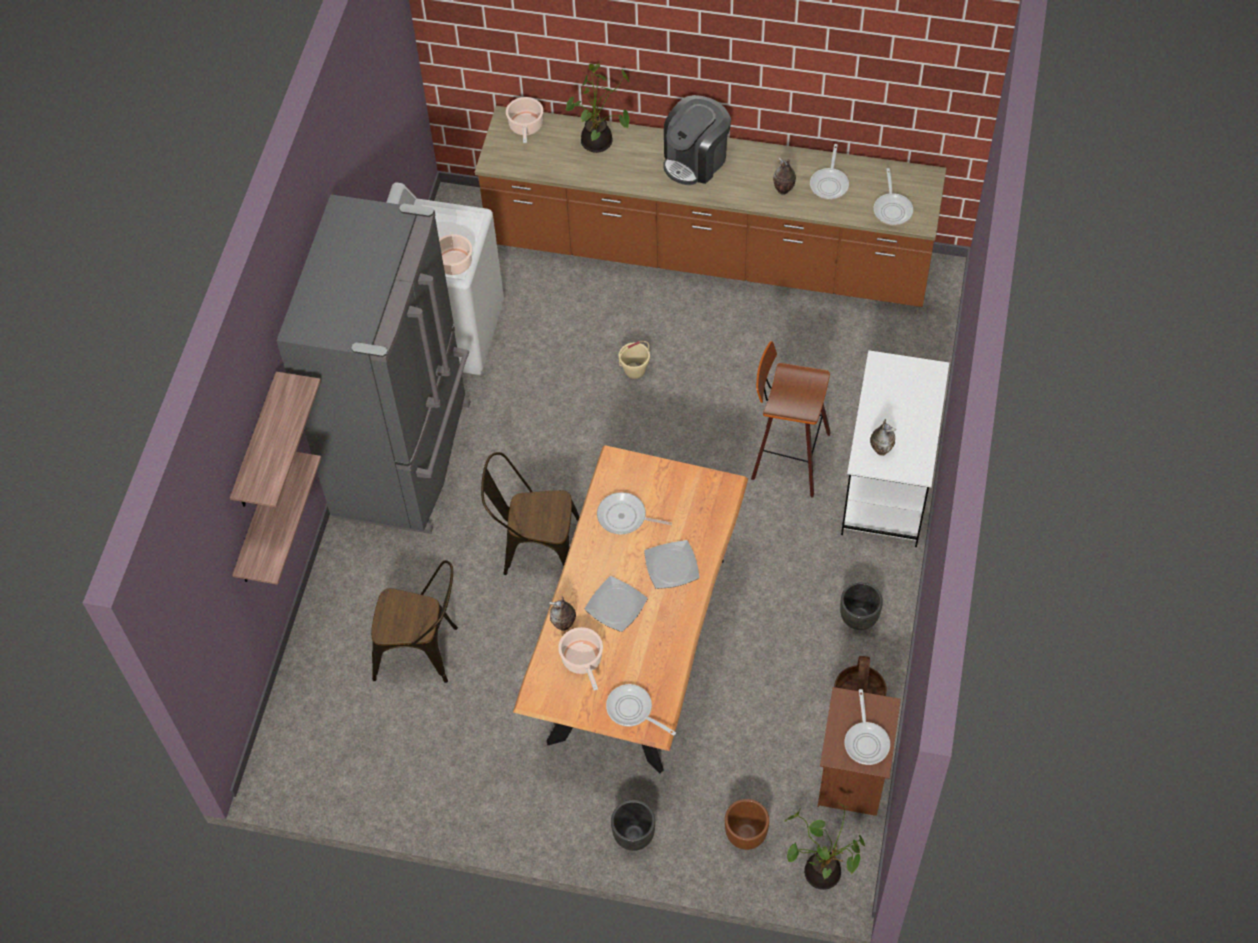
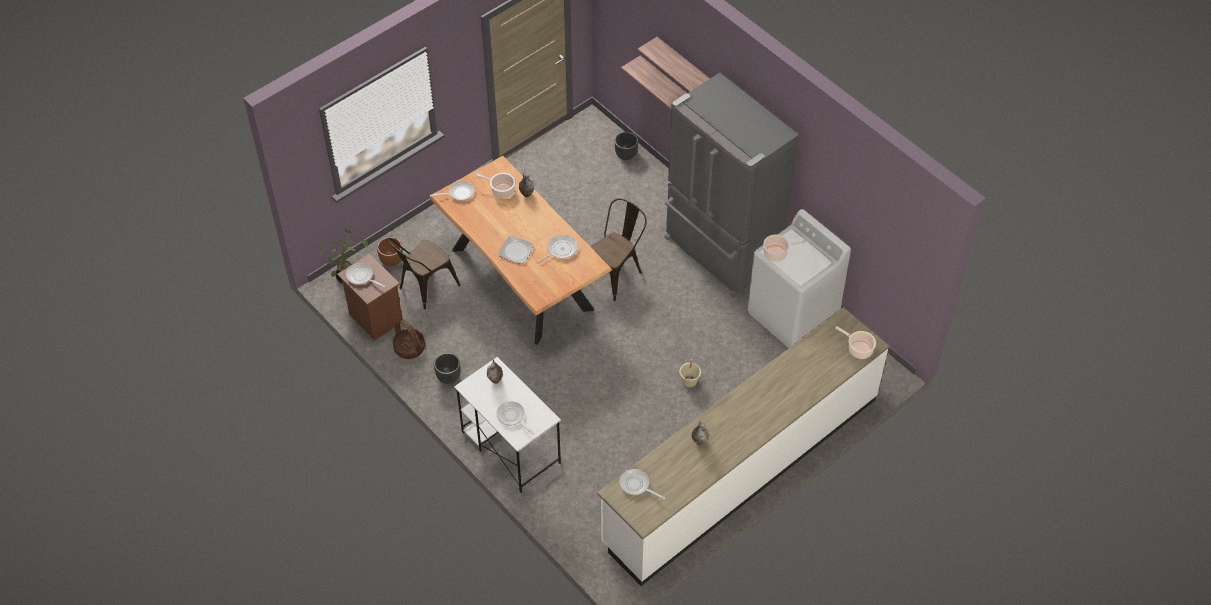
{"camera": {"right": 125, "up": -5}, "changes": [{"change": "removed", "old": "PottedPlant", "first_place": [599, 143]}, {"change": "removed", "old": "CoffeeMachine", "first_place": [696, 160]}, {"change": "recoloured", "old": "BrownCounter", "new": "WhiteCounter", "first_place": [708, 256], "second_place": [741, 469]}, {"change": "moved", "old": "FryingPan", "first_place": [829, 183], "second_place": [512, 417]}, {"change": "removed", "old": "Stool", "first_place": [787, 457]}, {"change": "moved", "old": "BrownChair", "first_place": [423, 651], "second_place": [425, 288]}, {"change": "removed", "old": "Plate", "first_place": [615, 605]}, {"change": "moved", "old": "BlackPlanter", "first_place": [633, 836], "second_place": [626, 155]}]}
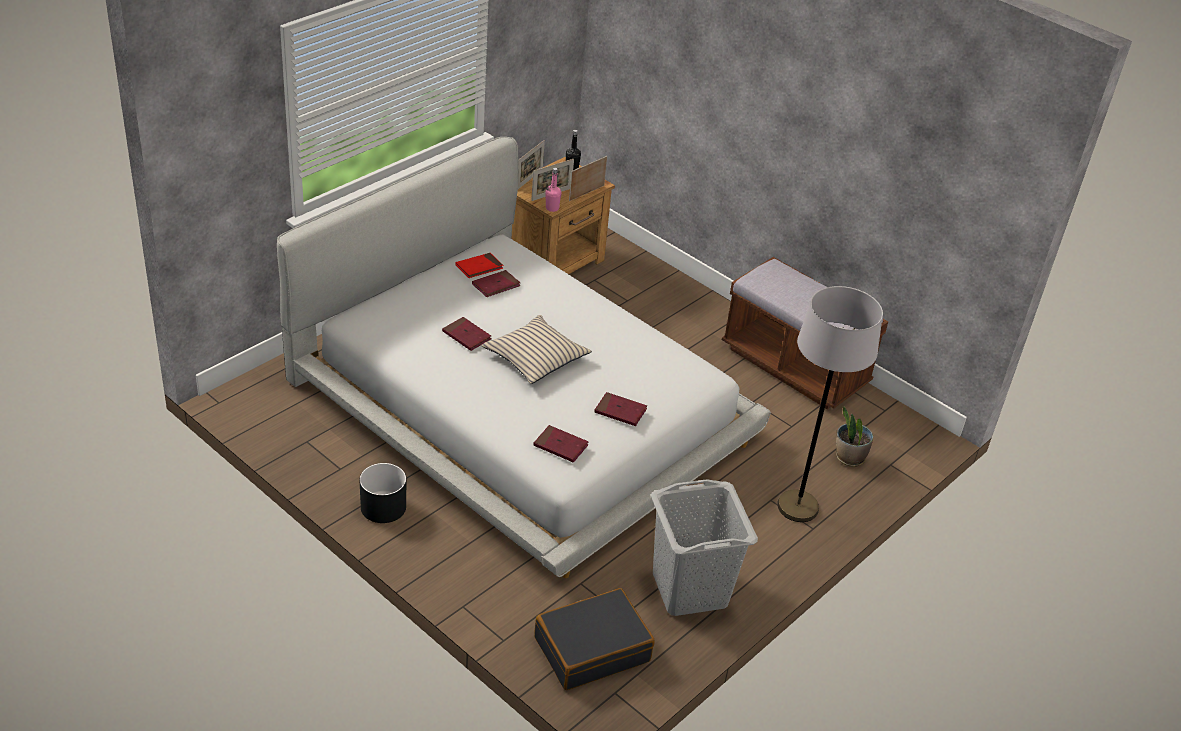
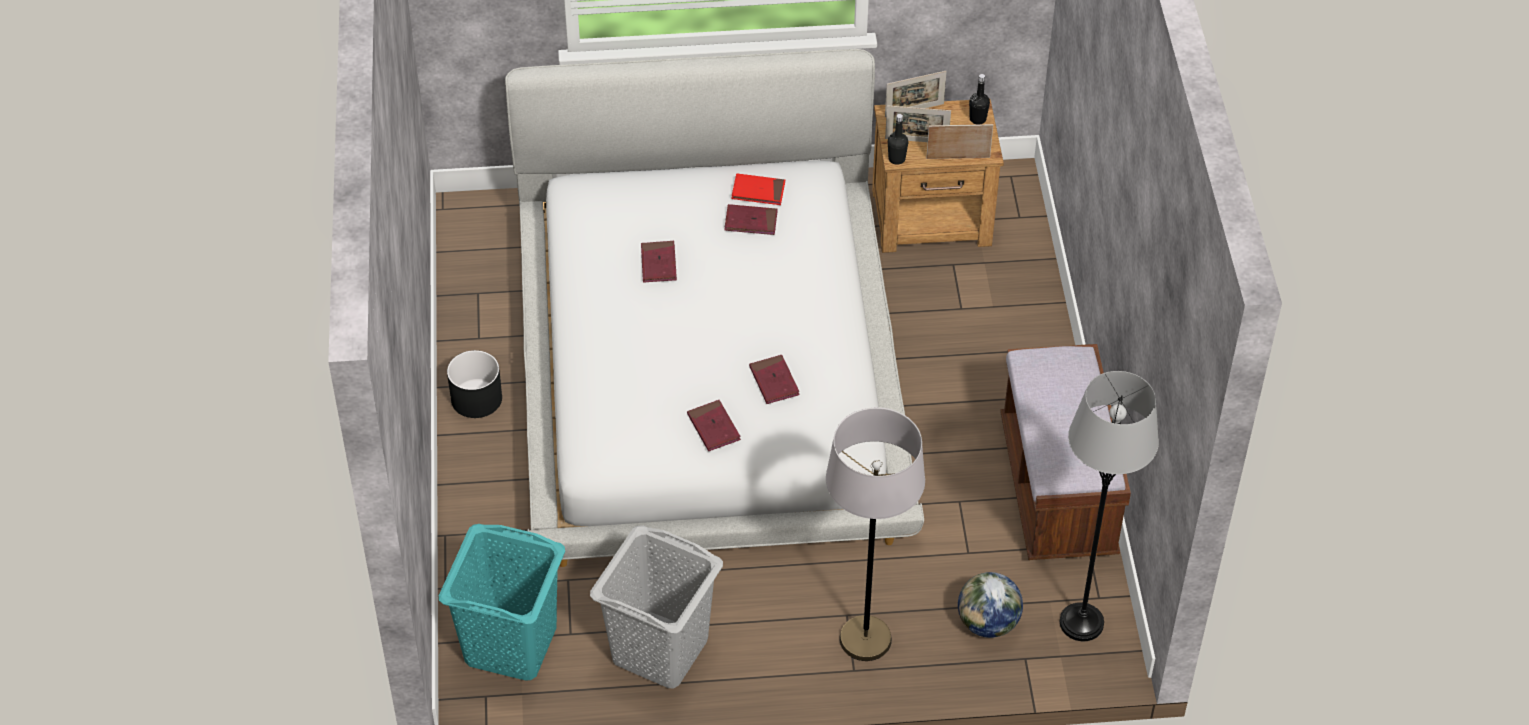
{"camera": {"right": 45, "up": 10}, "changes": [{"change": "recoloured", "old": "PinkBottle", "new": "BlackBottle", "first_place": [552, 208], "second_place": [896, 159]}, {"change": "removed", "old": "BeigePillow", "first_place": [535, 357]}, {"change": "replaced", "old": "PottedPlant", "new": "Globe", "first_place": [849, 458], "second_place": [988, 624]}, {"change": "moved", "old": "RedBook", "first_place": [560, 446], "second_place": [774, 381]}, {"change": "replaced", "old": "BlackSuitcase", "new": "TurquoiseLaundryBasket", "first_place": [592, 649], "second_place": [510, 645]}, {"change": "added", "new": "GreyFloorLamp", "second_place": [1081, 623]}]}
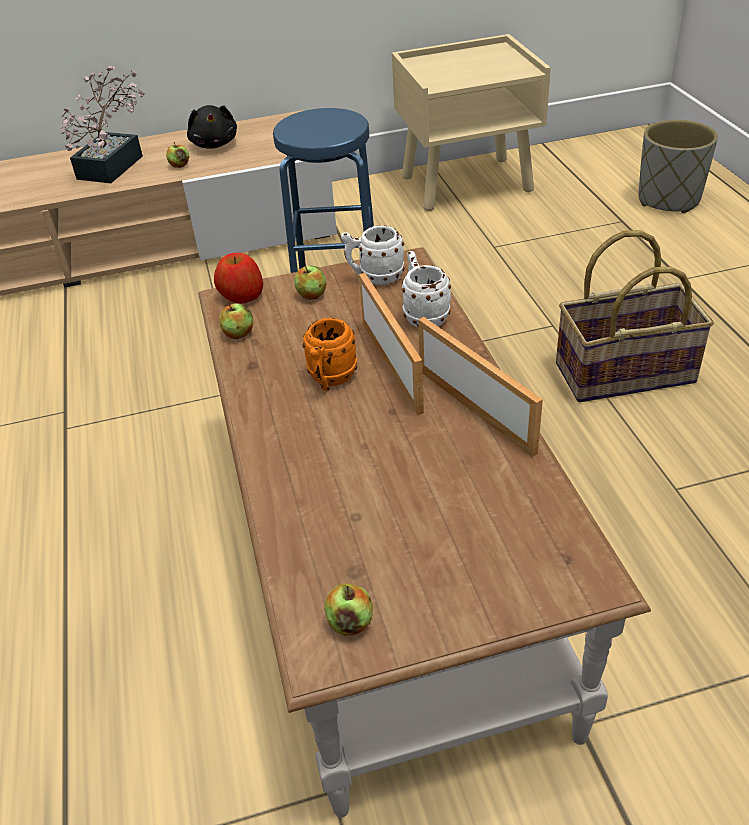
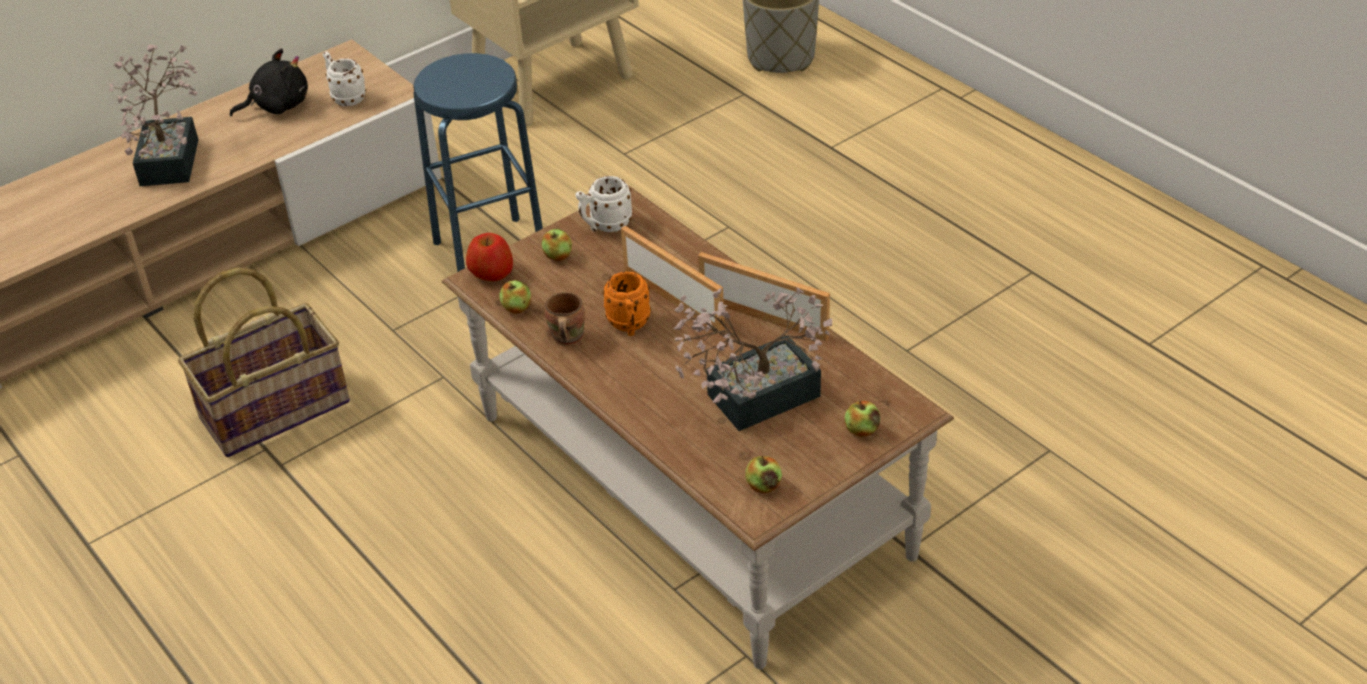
{"camera": {"right": -25, "up": 0}, "changes": [{"change": "turned", "old": "BlackPlushToy", "first_place": [215, 144], "second_place": [277, 106], "degrees": -75}, {"change": "moved", "old": "Apple", "first_place": [179, 165], "second_place": [862, 430]}, {"change": "moved", "old": "Basket", "first_place": [624, 371], "second_place": [274, 408]}, {"change": "moved", "old": "WhiteMug", "first_place": [423, 315], "second_place": [345, 97]}, {"change": "added", "new": "PottedPlant", "second_place": [751, 399]}, {"change": "added", "new": "BrownMug", "second_place": [565, 338]}]}
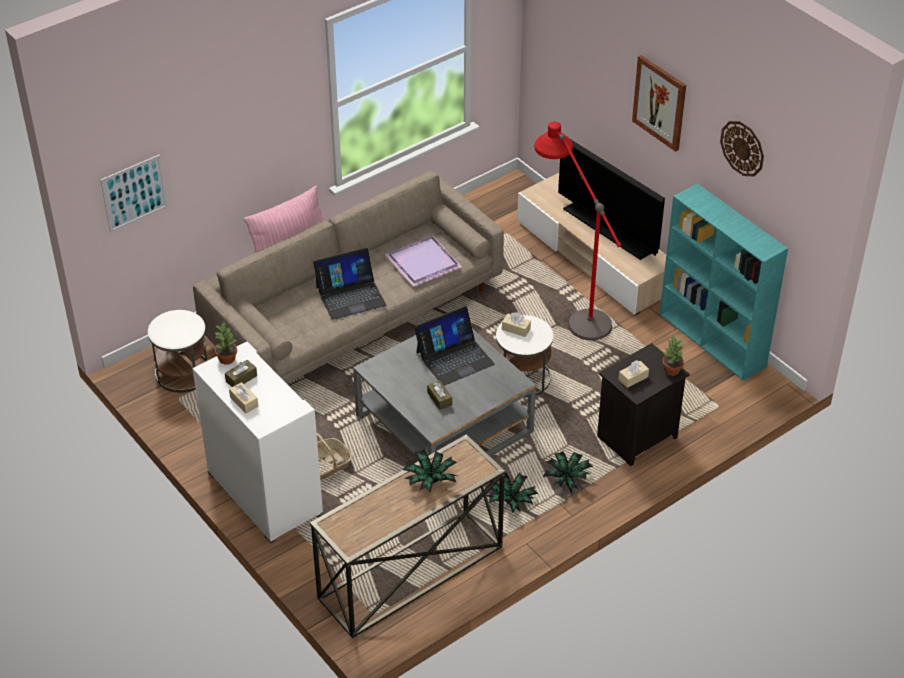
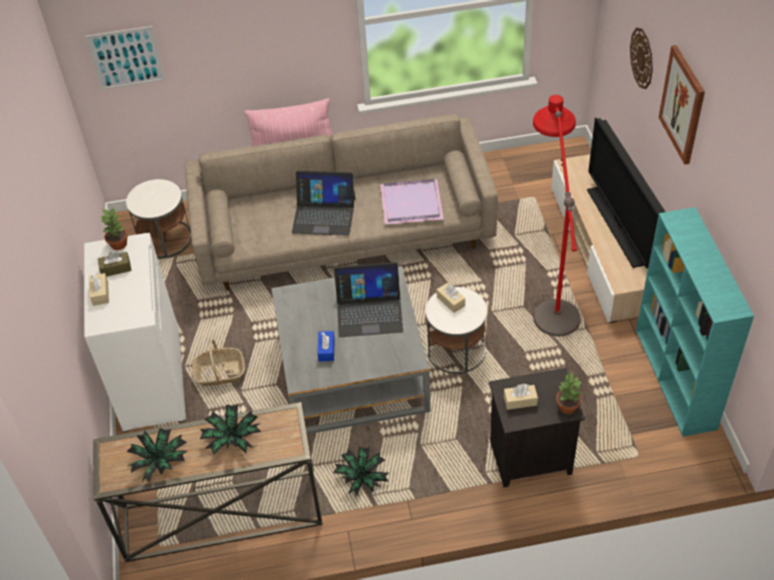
{"camera": {"right": 30, "up": 5}, "changes": [{"change": "moved", "old": "WallClock", "first_place": [742, 148], "second_place": [642, 58]}, {"change": "recoloured", "old": "BrownTissueBox", "new": "BlueTissueBox", "first_place": [439, 399], "second_place": [326, 350]}, {"change": "moved", "old": "PottedPlant", "first_place": [567, 478], "second_place": [160, 463]}]}
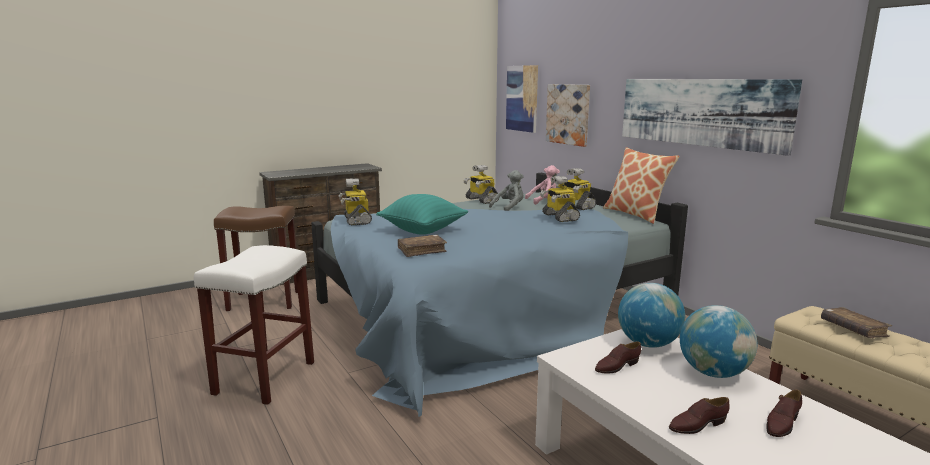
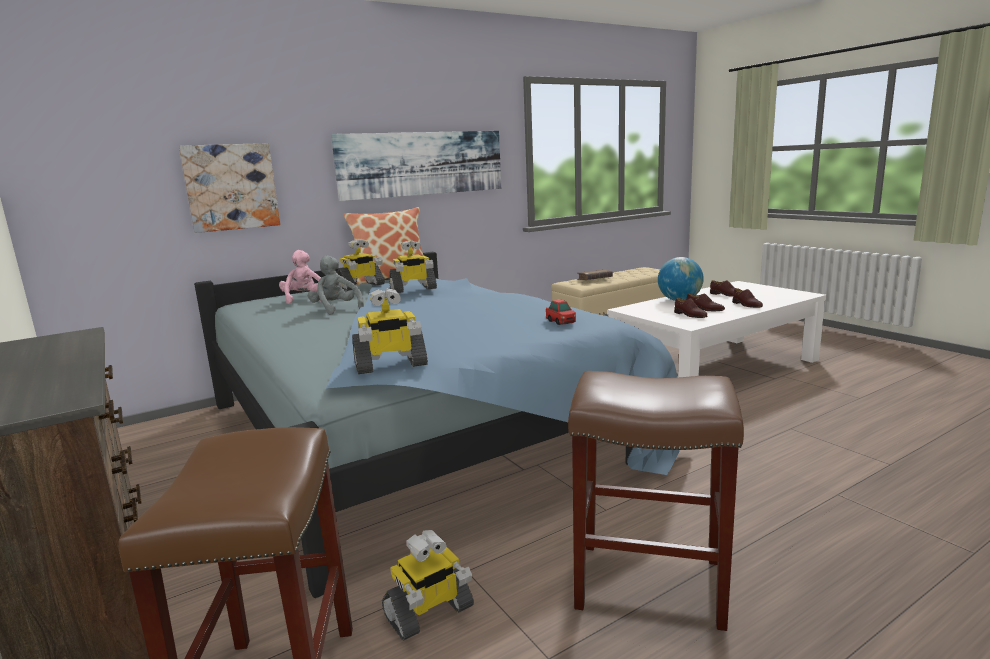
{"camera": {"right": -90, "up": 0}, "changes": [{"change": "removed", "old": "Picture", "first_place": [522, 98]}, {"change": "moved", "old": "ToyRobot", "first_place": [481, 200], "second_place": [429, 613]}, {"change": "removed", "old": "TurquoisePillow", "first_place": [423, 231]}, {"change": "replaced", "old": "BrownBook", "new": "ToyCar", "first_place": [422, 251], "second_place": [561, 322]}, {"change": "recoloured", "old": "WhiteStool", "new": "BrownStool", "first_place": [265, 377], "second_place": [647, 583]}, {"change": "removed", "old": "Globe", "first_place": [648, 344]}, {"change": "added", "new": "BrownShoe", "second_place": [704, 309]}]}
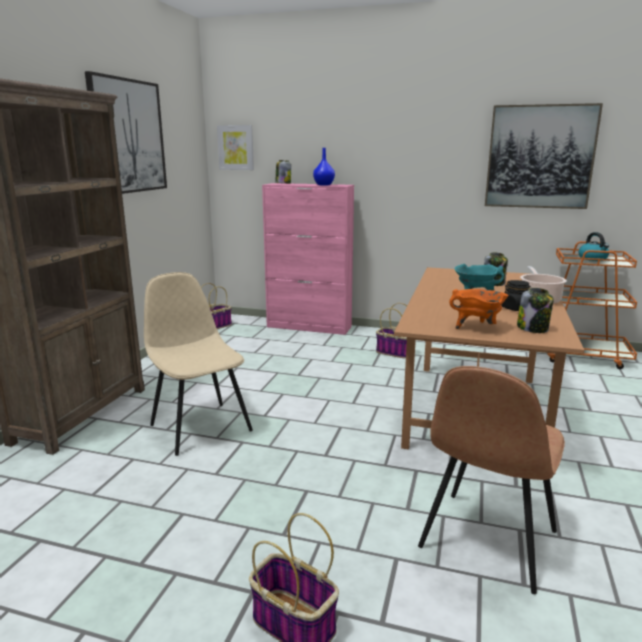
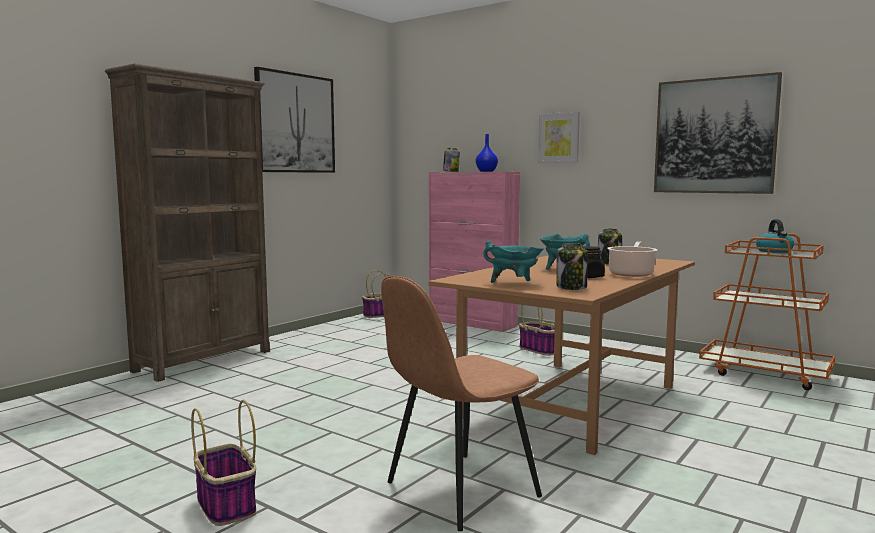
{"camera": {"right": 20, "up": -10}, "changes": [{"change": "moved", "old": "Picture", "first_place": [236, 147], "second_place": [559, 138]}, {"change": "removed", "old": "BeigeChair", "first_place": [200, 427]}, {"change": "recoloured", "old": "OrangeCookingPot", "new": "TurquoiseCookingPot", "first_place": [477, 328], "second_place": [514, 283]}]}
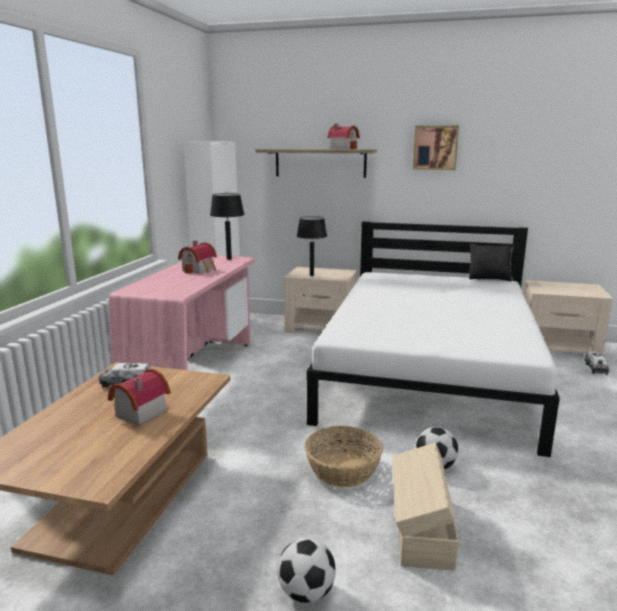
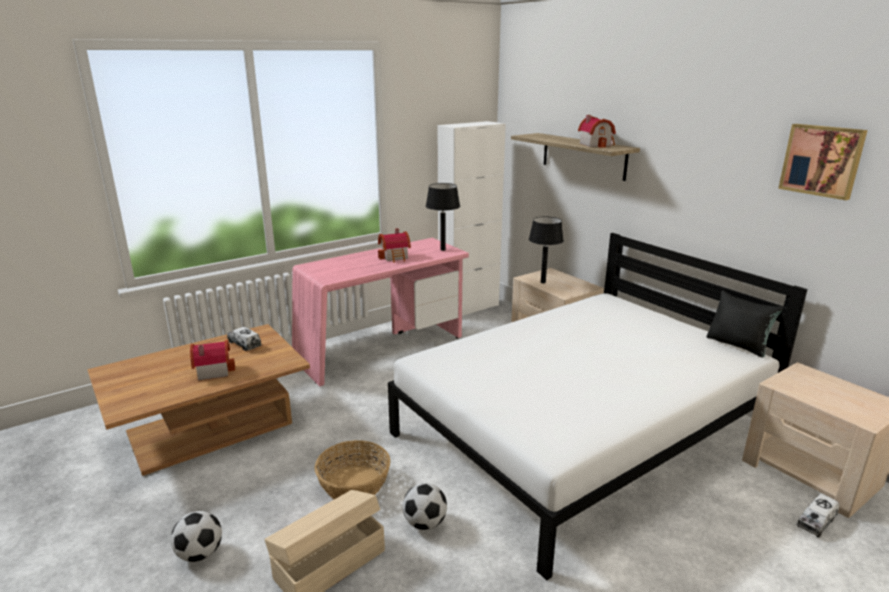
{"camera": {"right": 40, "up": 5}, "changes": [{"change": "moved", "old": "Picture", "first_place": [435, 147], "second_place": [822, 160]}]}
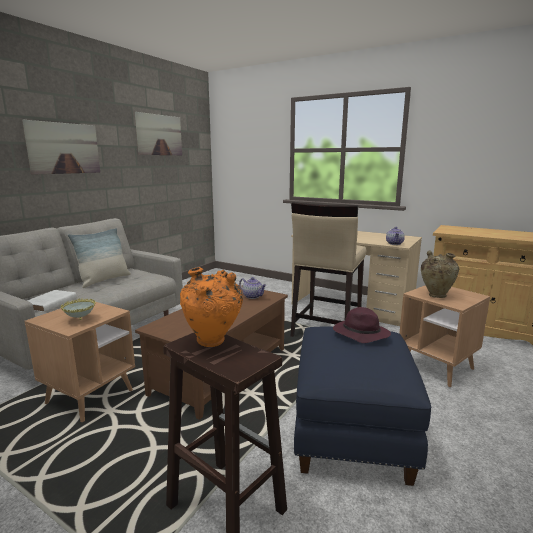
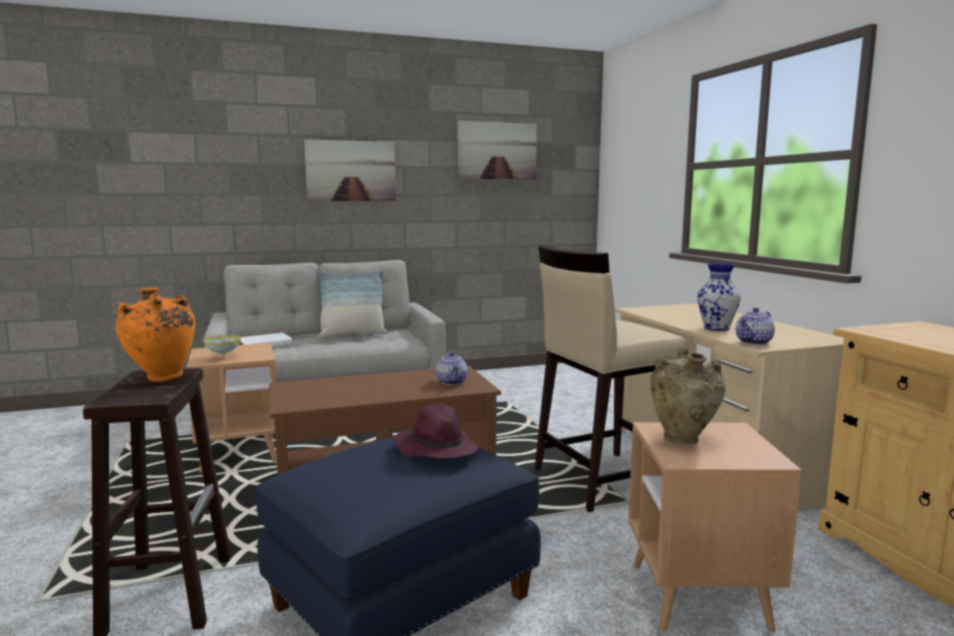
{"camera": {"right": 40, "up": -5}, "changes": [{"change": "added", "new": "Vase", "second_place": [716, 328]}]}
